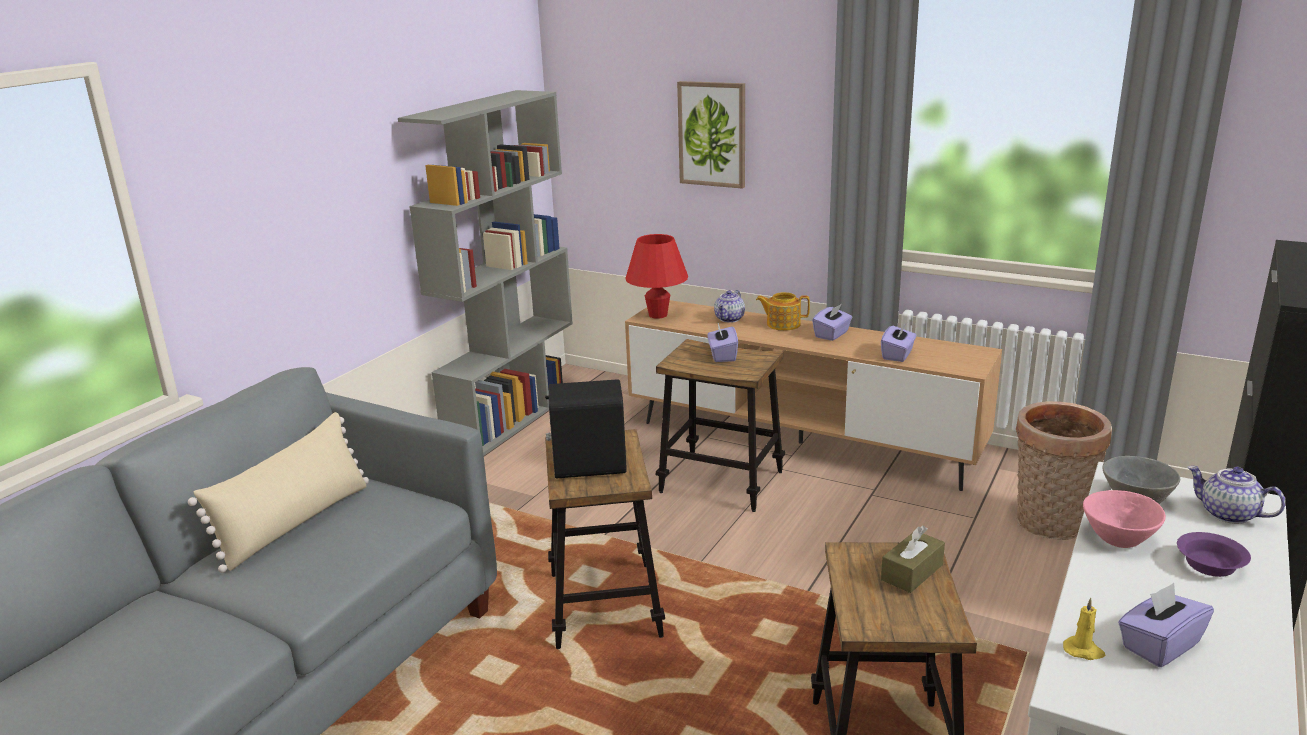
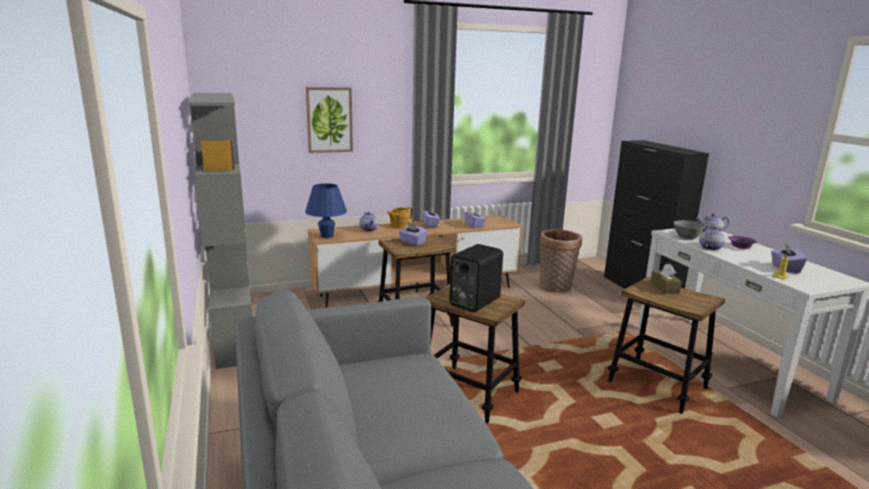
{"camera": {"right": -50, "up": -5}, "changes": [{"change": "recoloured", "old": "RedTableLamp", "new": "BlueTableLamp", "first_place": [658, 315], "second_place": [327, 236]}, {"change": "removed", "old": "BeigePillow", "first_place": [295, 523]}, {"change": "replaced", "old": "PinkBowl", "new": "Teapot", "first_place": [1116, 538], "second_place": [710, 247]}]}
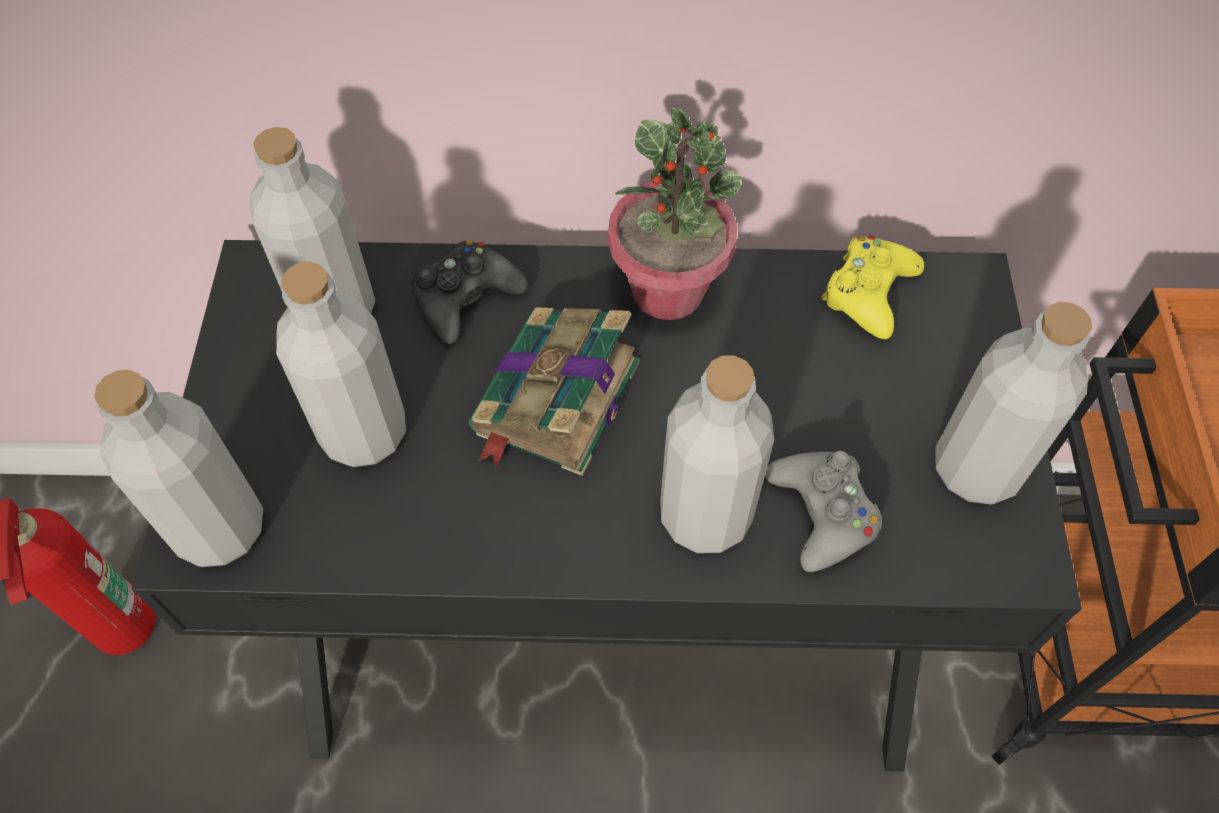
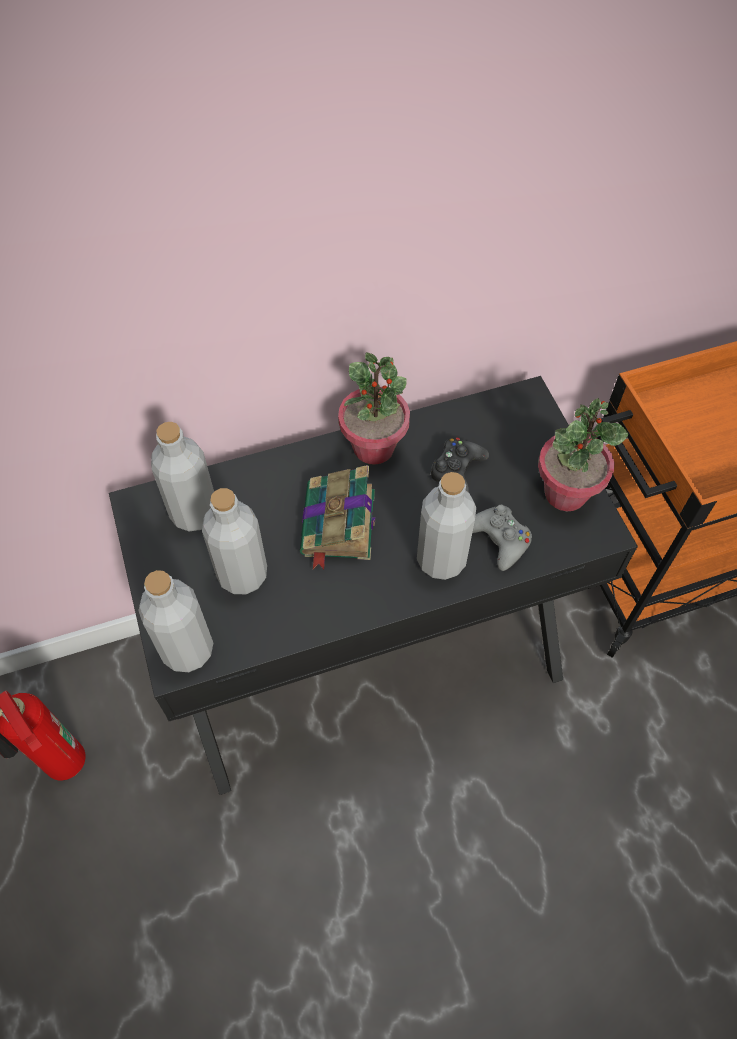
{"camera": {"right": -20, "up": 0}, "changes": [{"change": "removed", "old": "YellowGameController", "first_place": [868, 293]}, {"change": "moved", "old": "BlackGameController", "first_place": [466, 298], "second_place": [457, 471]}, {"change": "replaced", "old": "GreyBottle", "new": "PottedPlant", "first_place": [976, 468], "second_place": [565, 493]}]}
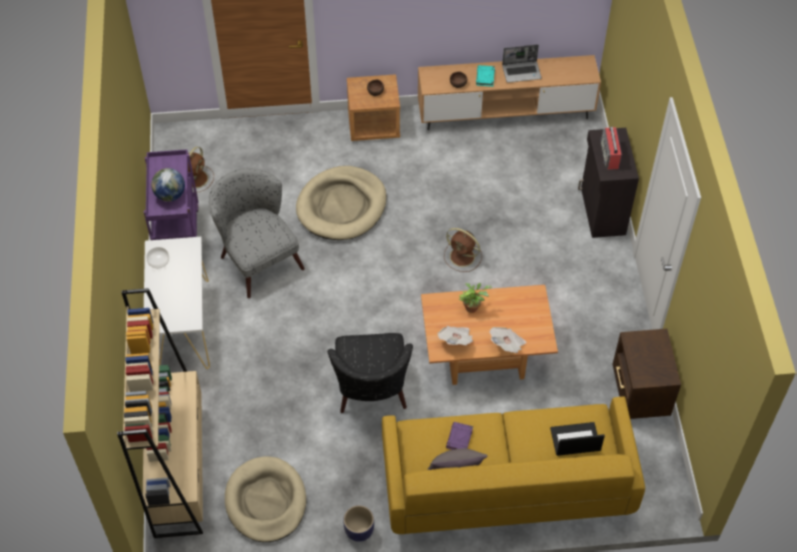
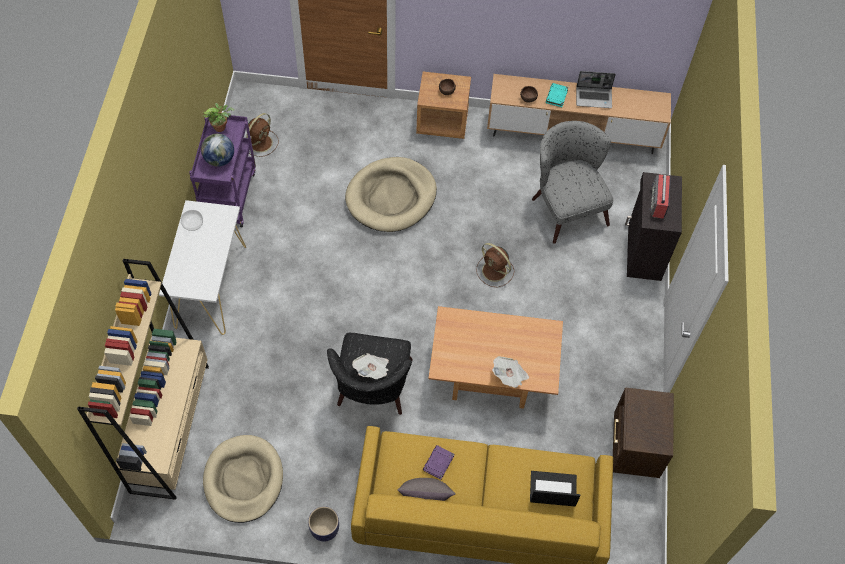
{"camera": {"right": 10, "up": 5}, "changes": [{"change": "moved", "old": "GreyArmchair", "first_place": [257, 257], "second_place": [566, 205]}, {"change": "moved", "old": "PottedPlant", "first_place": [473, 306], "second_place": [221, 127]}, {"change": "moved", "old": "Newspaper", "first_place": [456, 340], "second_place": [372, 370]}]}
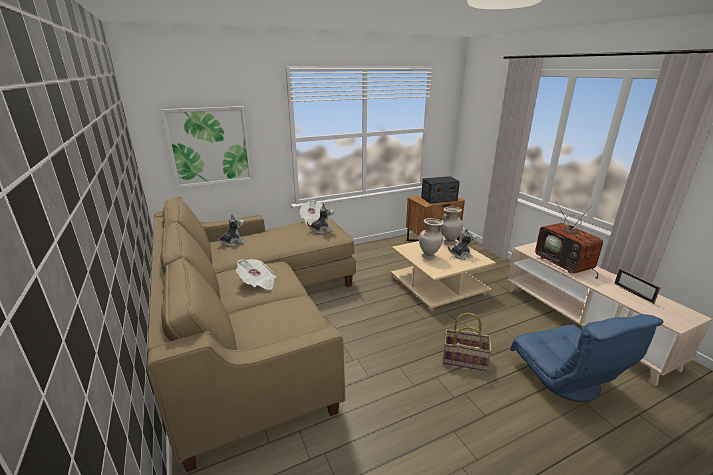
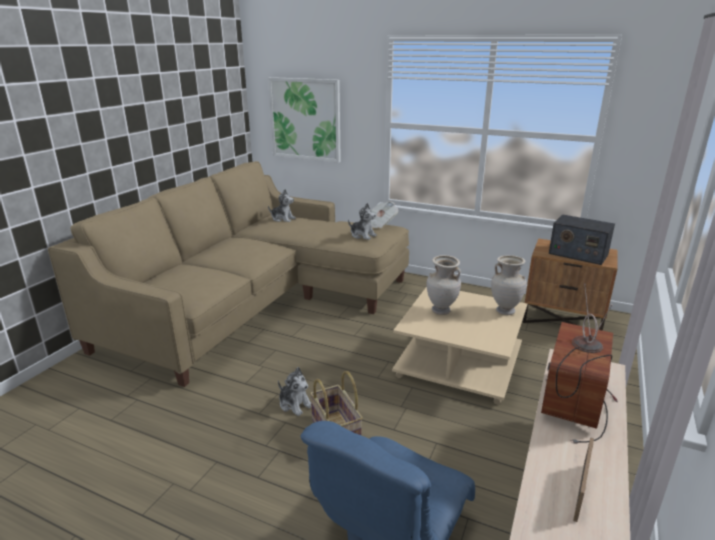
{"camera": {"right": 50, "up": 0}, "changes": [{"change": "moved", "old": "PlushToy", "first_place": [461, 255], "second_place": [295, 404]}, {"change": "removed", "old": "Newspaper", "first_place": [258, 283]}]}
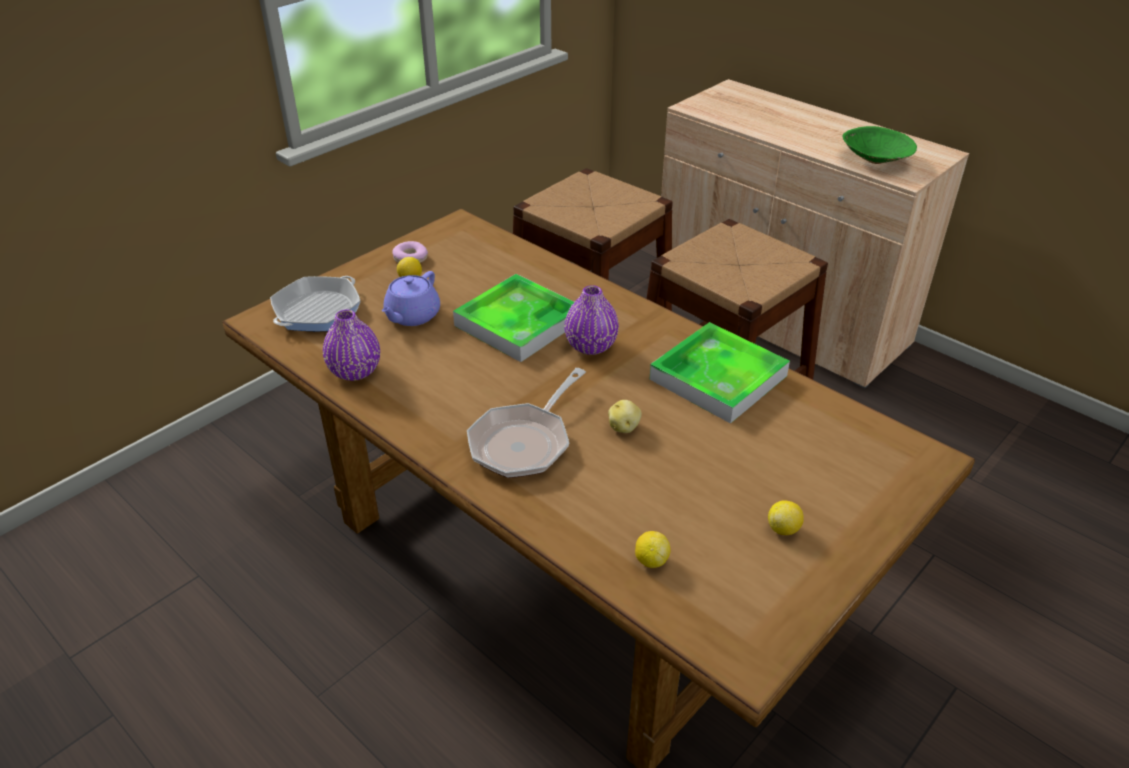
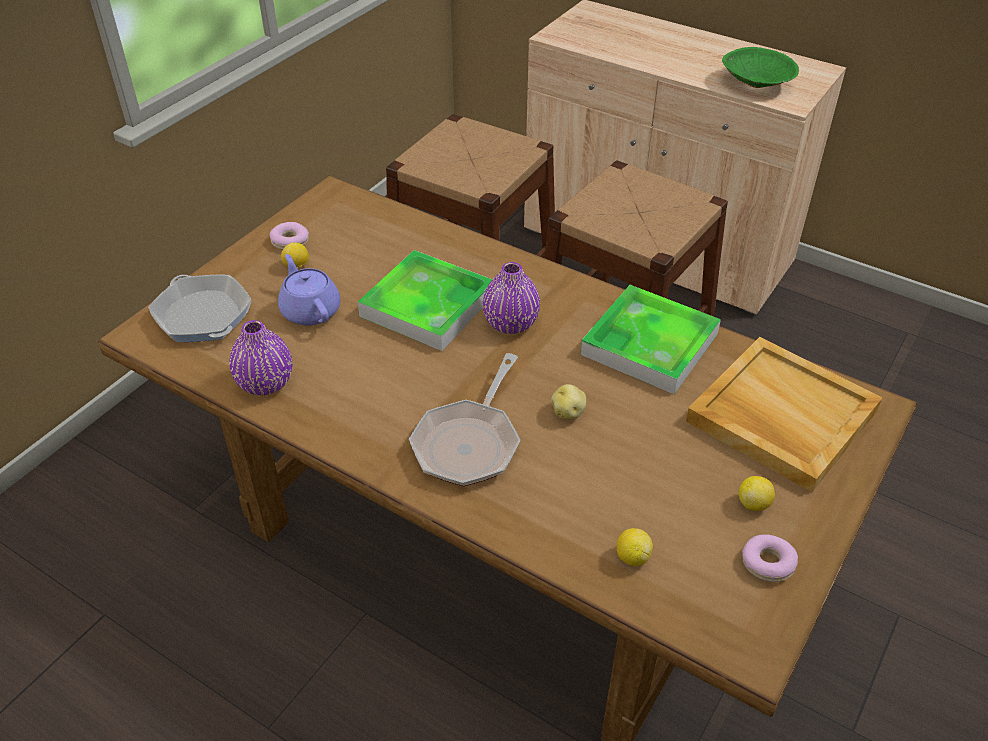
{"camera": {"right": -10, "up": 5}, "changes": [{"change": "turned", "old": "PurpleTeapot", "first_place": [412, 316], "second_place": [310, 310], "degrees": 135}, {"change": "turned", "old": "FryingPan", "first_place": [317, 311], "second_place": [203, 315], "degrees": -60}, {"change": "added", "new": "BeigeTray", "second_place": [780, 416]}, {"change": "added", "new": "Donut", "second_place": [767, 563]}]}
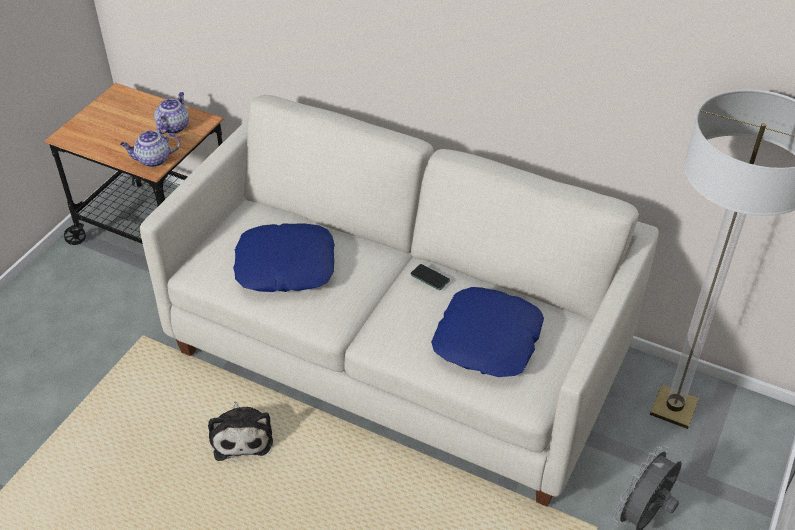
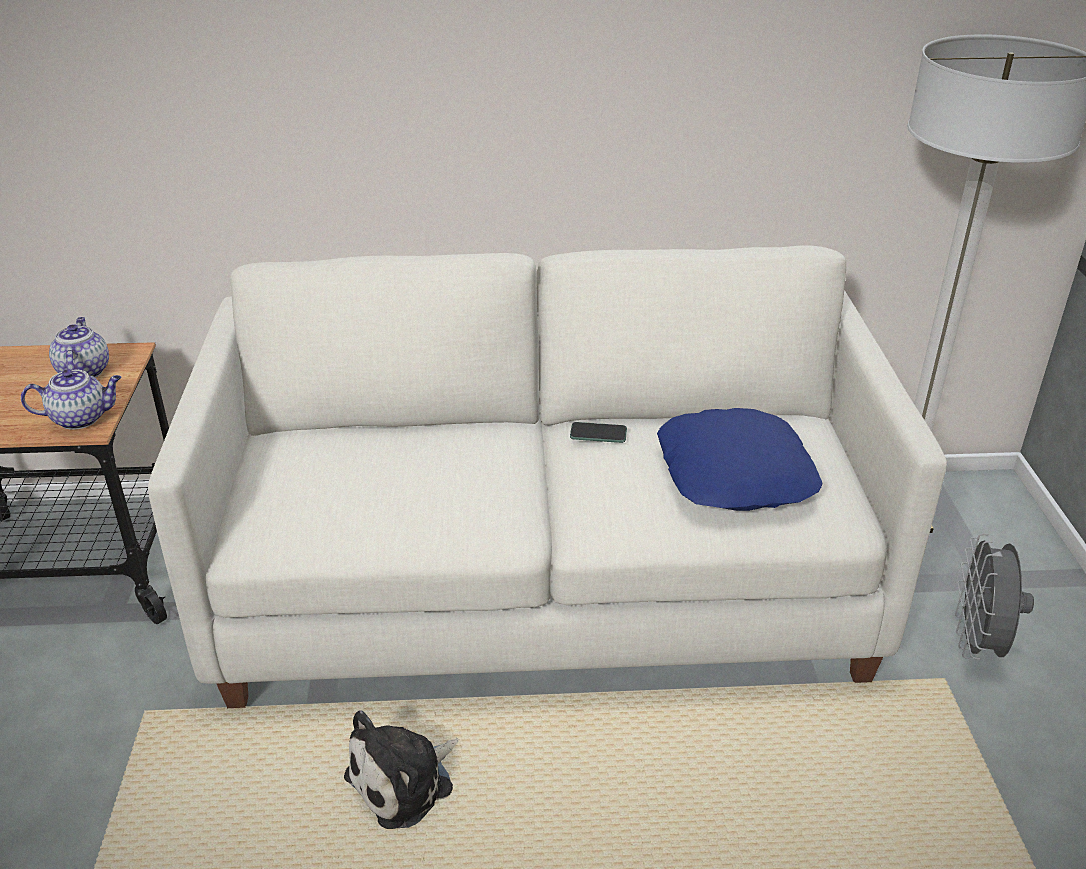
{"camera": {"right": -30, "up": -10}, "changes": [{"change": "turned", "old": "Teapot", "first_place": [153, 160], "second_place": [81, 418], "degrees": -150}, {"change": "removed", "old": "BluePillow", "first_place": [285, 265]}, {"change": "turned", "old": "PlushToy", "first_place": [242, 435], "second_place": [406, 780], "degrees": 90}]}
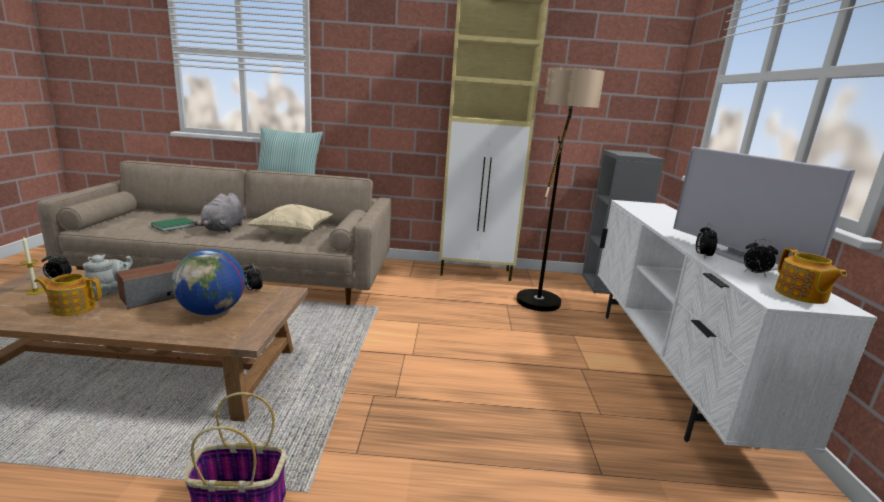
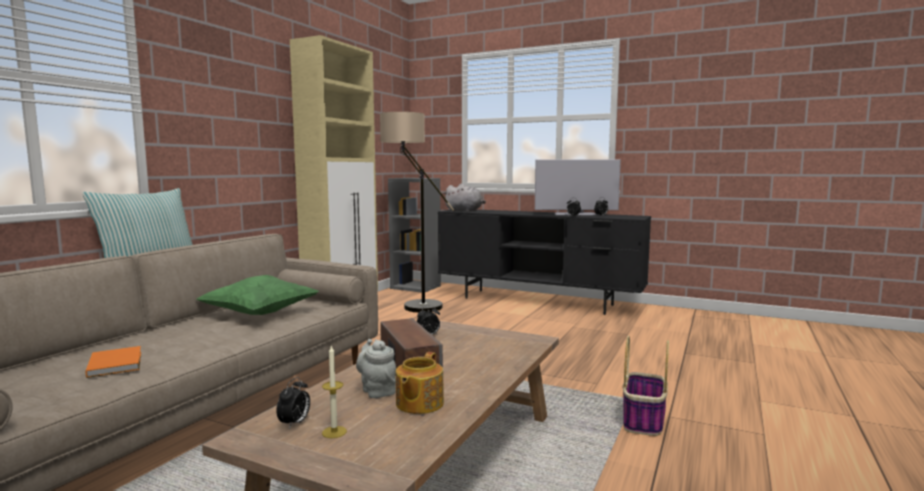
{"camera": {"right": -65, "up": -10}, "changes": [{"change": "moved", "old": "GreyPlushToy", "first_place": [223, 229], "second_place": [465, 211]}, {"change": "recoloured", "old": "WhiteTvStand", "new": "BlackTvStand", "first_place": [666, 369], "second_place": [538, 302]}, {"change": "recoloured", "old": "BeigePillow", "new": "GreenPillow", "first_place": [293, 233], "second_place": [260, 314]}, {"change": "recoloured", "old": "GreenBook", "new": "OrangeBook", "first_place": [175, 226], "second_place": [116, 363]}, {"change": "removed", "old": "Teapot", "first_place": [800, 295]}, {"change": "removed", "old": "Globe", "first_place": [212, 312]}]}
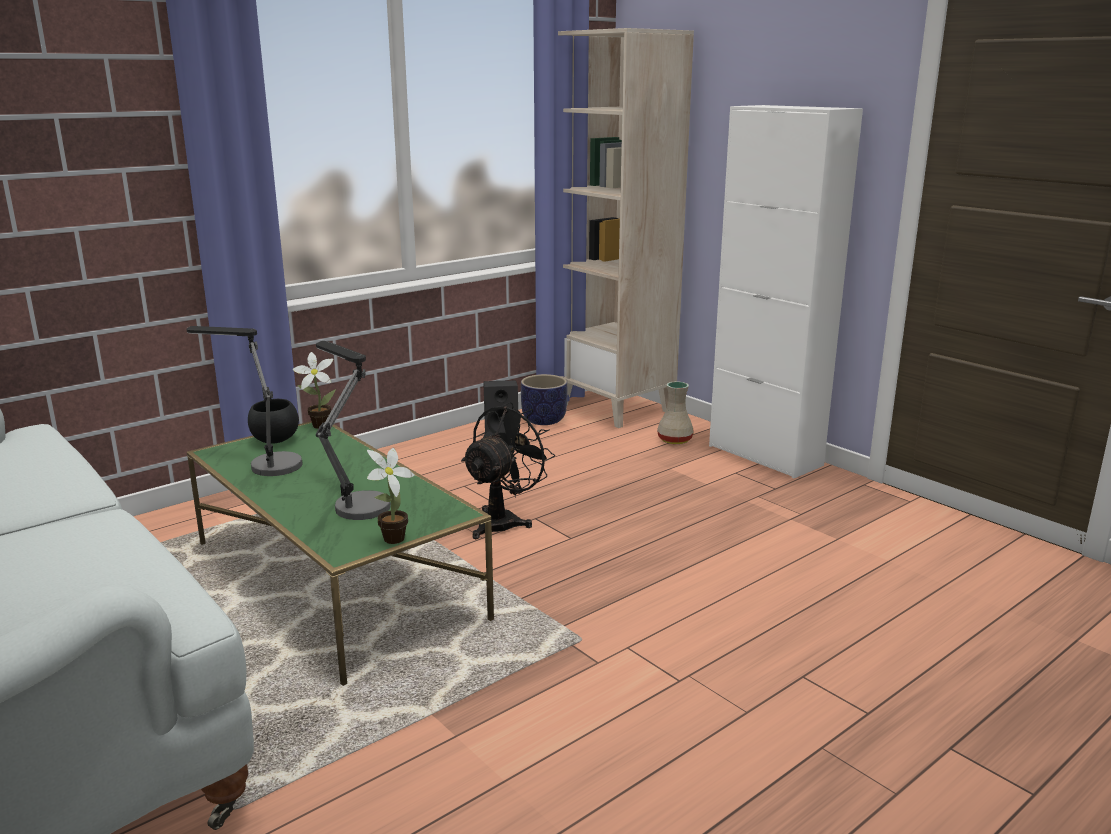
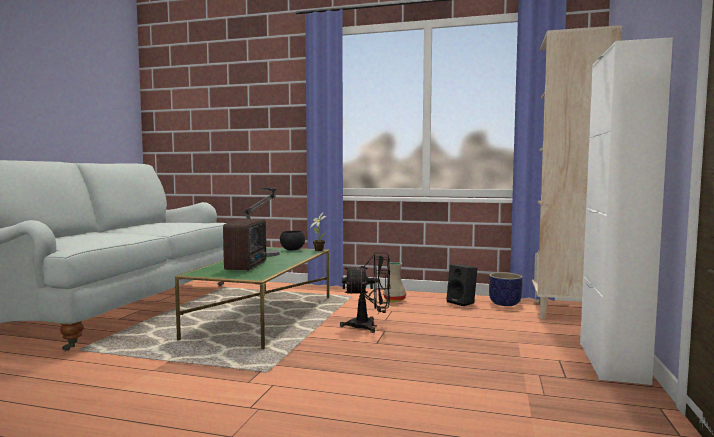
{"camera": {"right": 55, "up": -15}, "changes": [{"change": "replaced", "old": "TableLamp", "new": "Radio", "first_place": [356, 501], "second_place": [247, 266]}, {"change": "moved", "old": "BeigeVase", "first_place": [675, 440], "second_place": [394, 300]}, {"change": "removed", "old": "PottedPlant", "first_place": [391, 540]}]}
